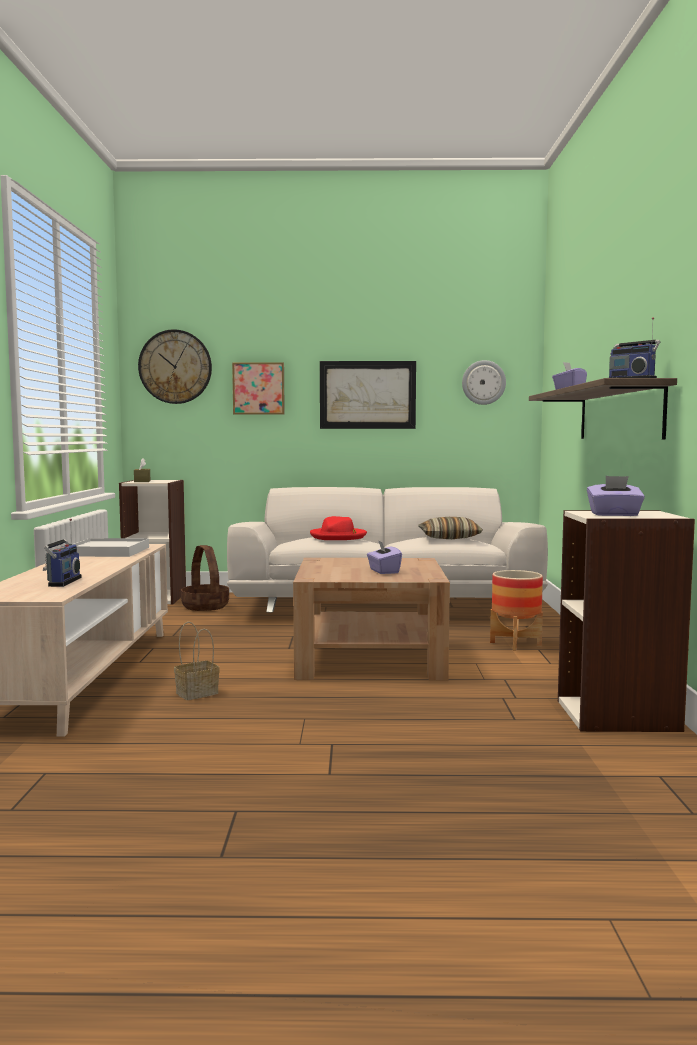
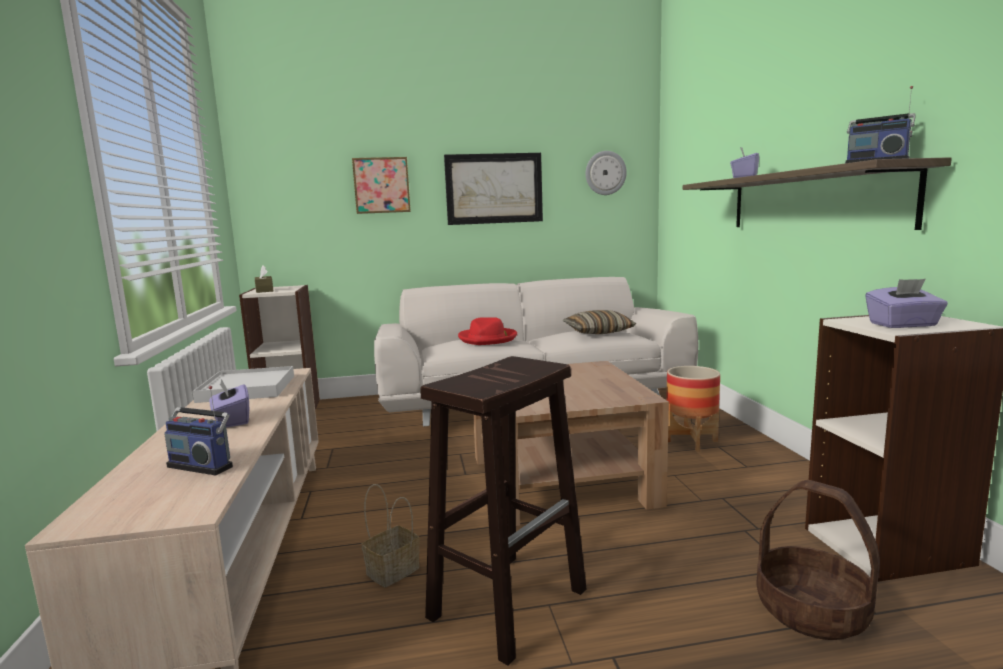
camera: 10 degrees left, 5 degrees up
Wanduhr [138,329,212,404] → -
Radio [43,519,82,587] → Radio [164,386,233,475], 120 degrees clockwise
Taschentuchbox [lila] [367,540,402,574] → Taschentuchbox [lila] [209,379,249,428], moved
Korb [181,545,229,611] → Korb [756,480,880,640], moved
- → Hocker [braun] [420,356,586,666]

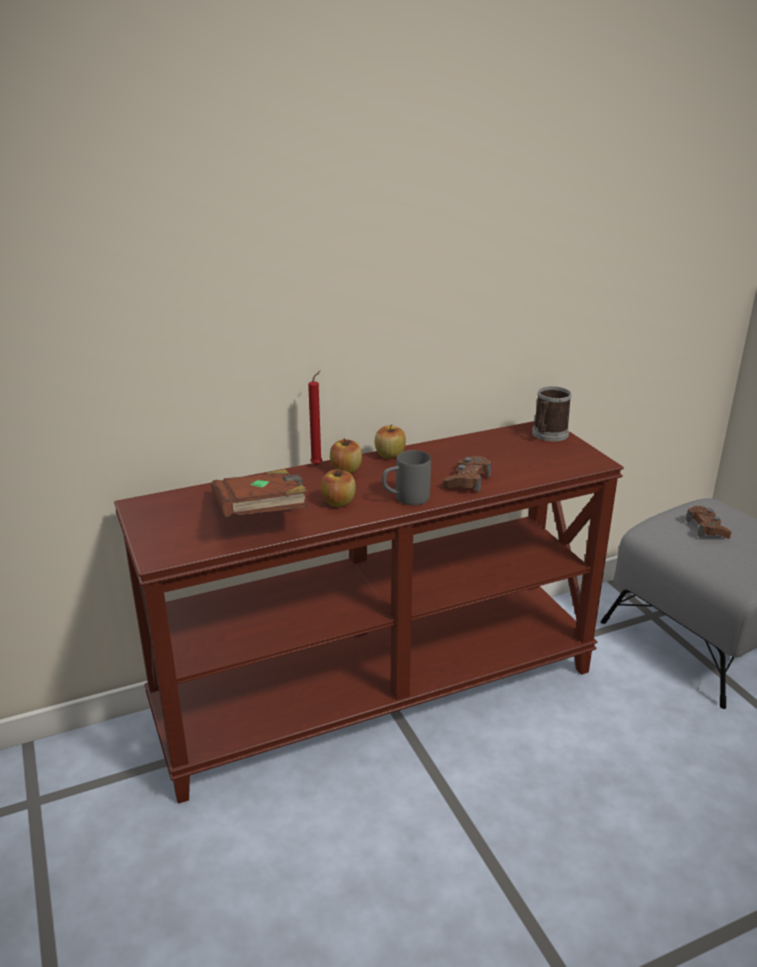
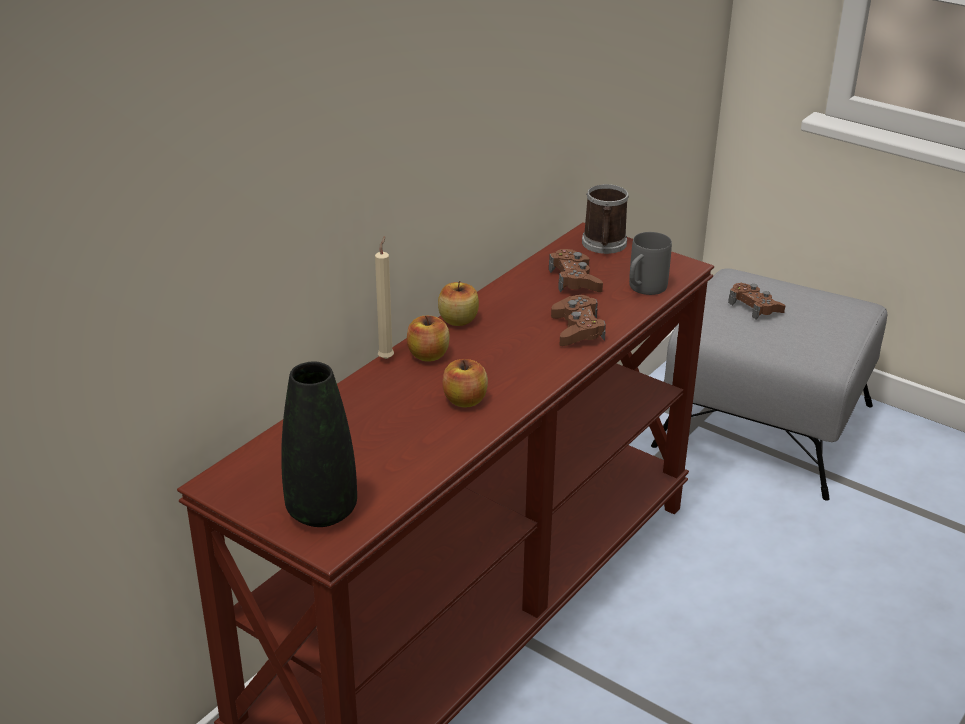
camera: 30 degrees left, 5 degrees up
Kerze [rot] [308,371,322,465] → Kerze [beige] [375,236,394,359]
Henkelbecher [grau] [382,450,431,505] → Henkelbecher [grau] [629,232,672,295], moved
Buch [braun] [211,469,308,517] → -
- → Gamepad [braun] [549,249,603,292]
- → Vase [schwarz] [281,362,357,527]

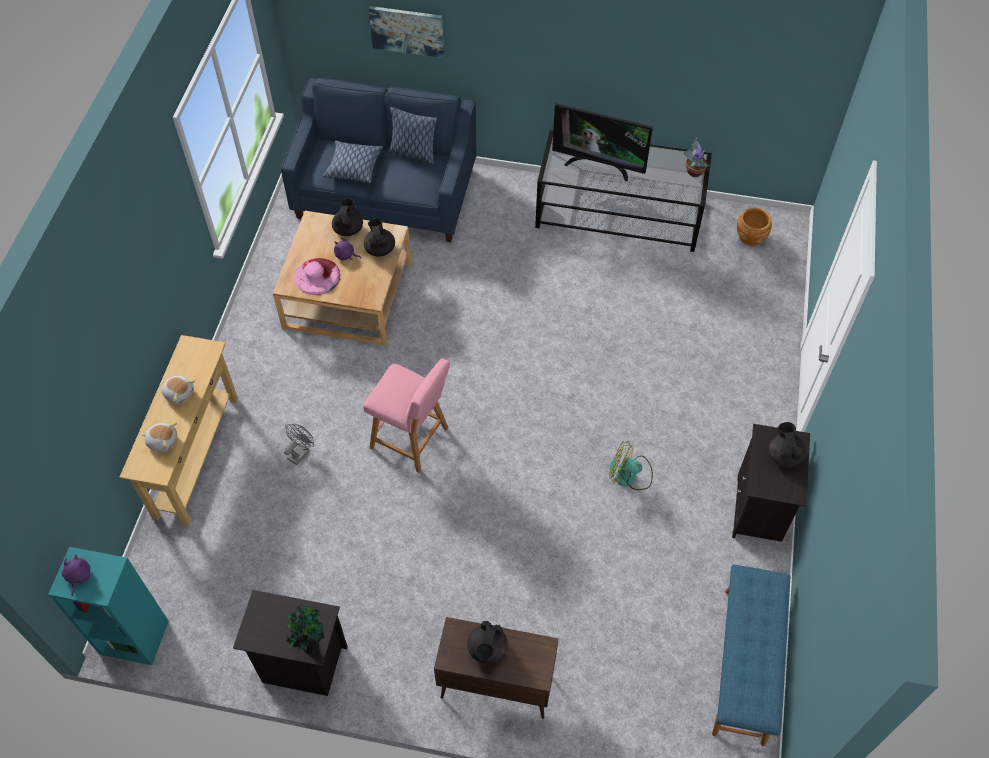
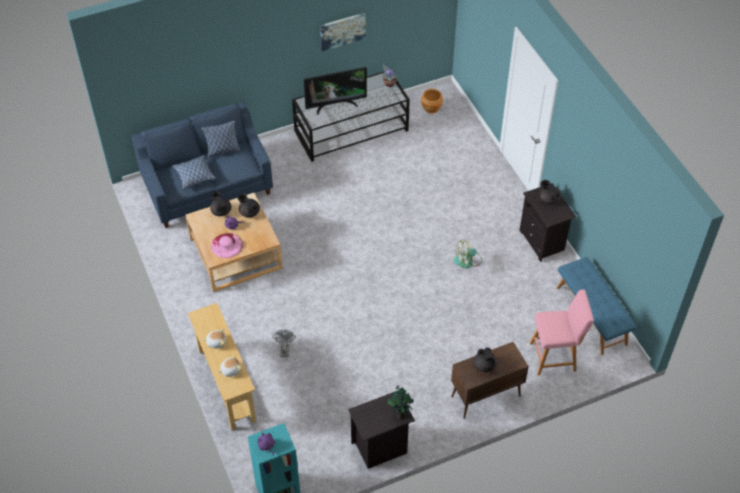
camera: 35 degrees left, 5 degrees down
Bild [369,6,444,58] → Bild [320,13,366,51], moved
Hocker [rosa] [363,359,450,473] → Hocker [rosa] [530,289,594,375], moved

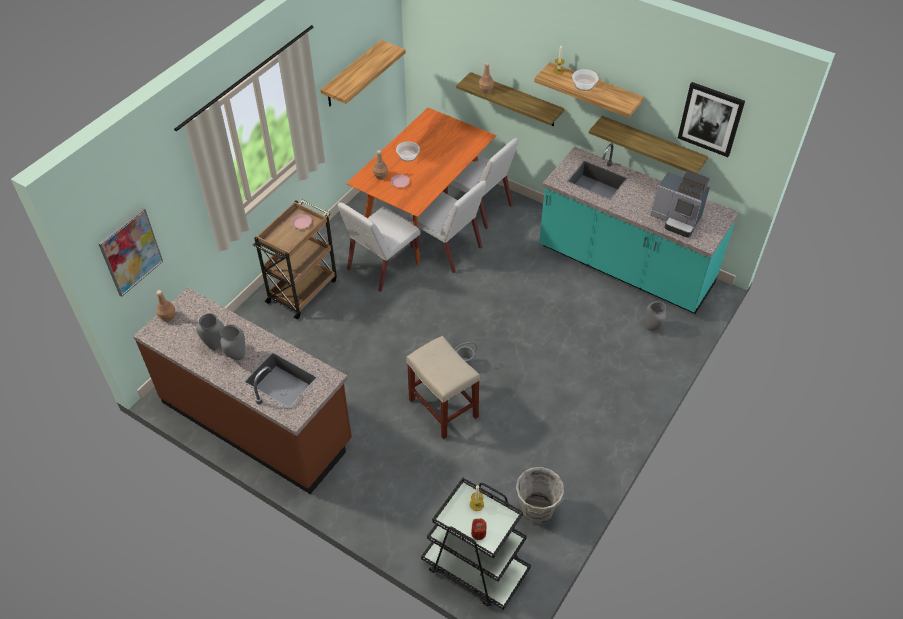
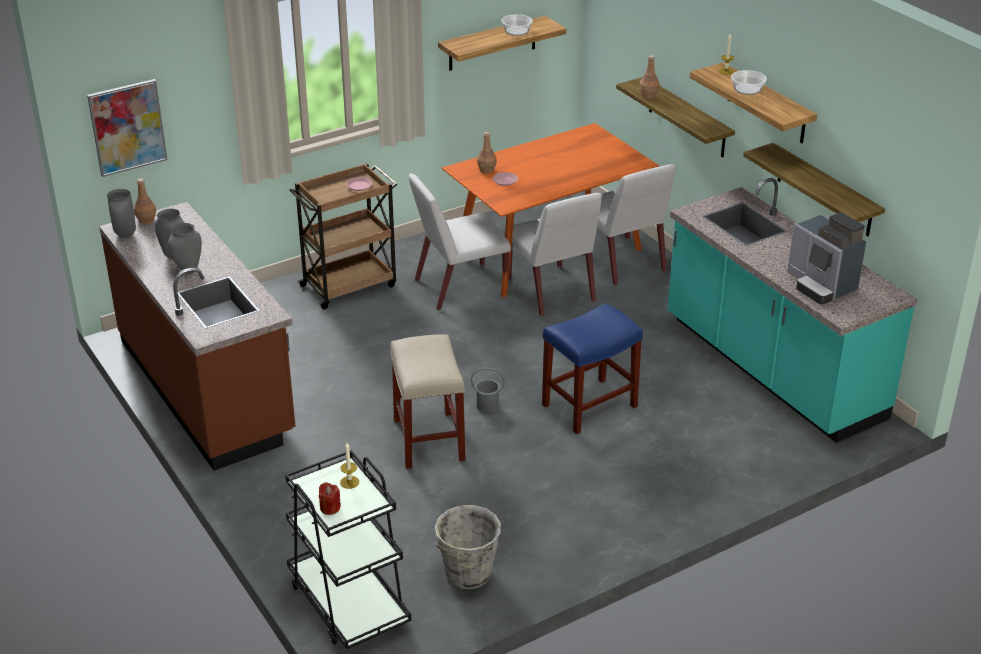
camera: 25 degrees right, 15 degrees down
Bild [678,82,745,157] → -
Schüssel [396,141,420,162] → Schüssel [501,14,533,36], moved
Vase [grau] [646,301,666,331] → Vase [grau] [107,189,136,238], moved
- → Hocker [blau] [542,303,643,434]

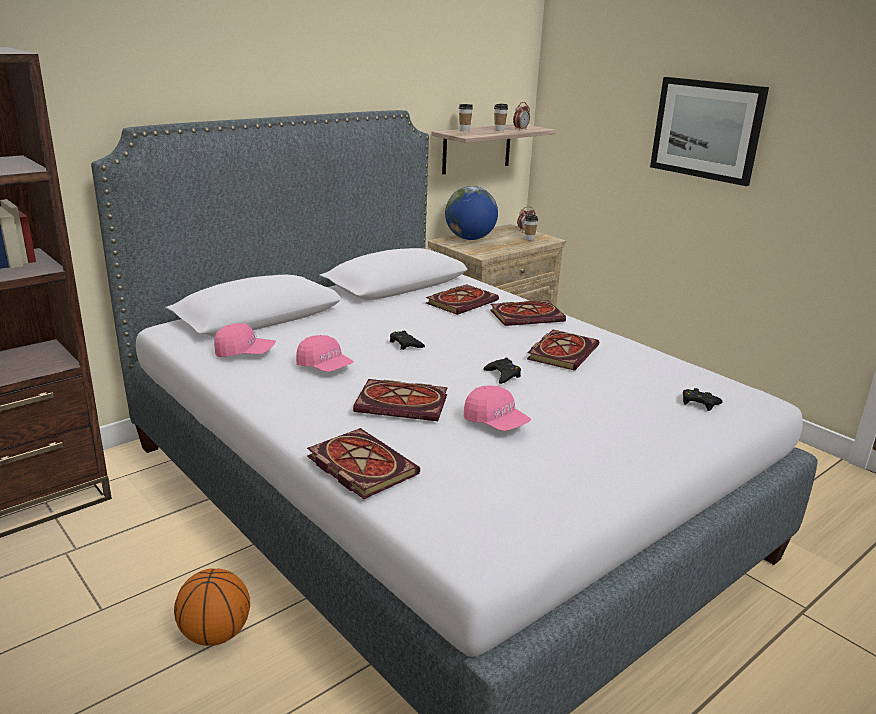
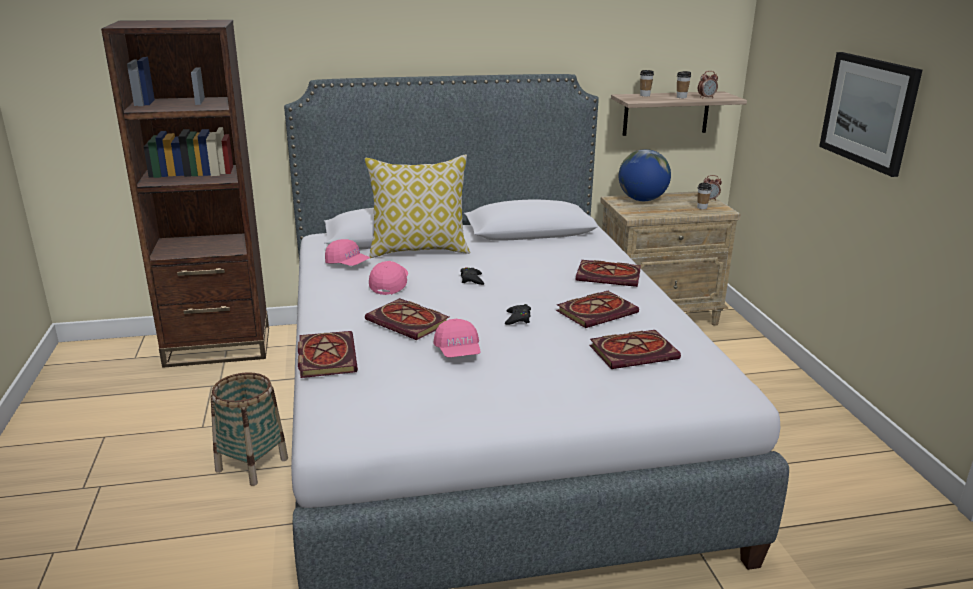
camera: 30 degrees right, 0 degrees up
Buch [426,284,499,315] → Buch [589,330,681,369], moved
Kappe [rosa] [296,335,353,372] → Kappe [rosa] [369,261,408,295], 150 degrees counterclockwise
Gamepad [schwarz] [683,388,723,411] → -
Basketball [174,569,250,646] → Korb [211,372,288,486]
- → Kissen [365,154,470,258]

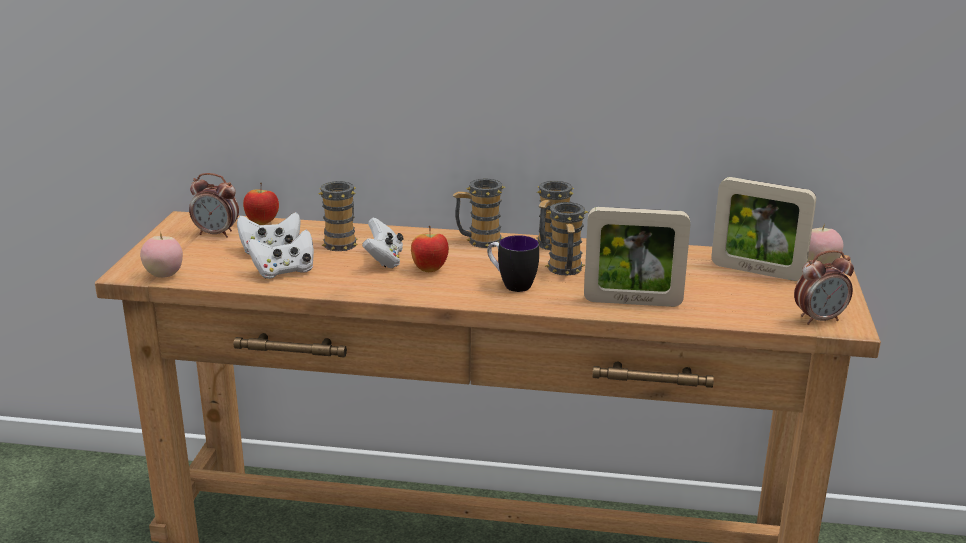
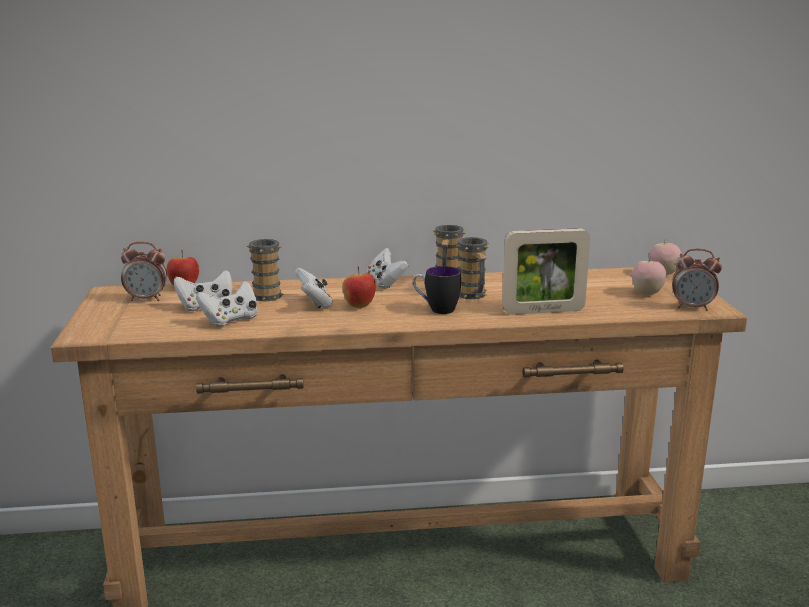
camera: 15 degrees left, 5 degrees down
Bilderrahmen [711,177,816,281] → -
Henkelbecher [453,179,505,248] → Gamepad [weiß] [366,248,409,289]
Apfel [140,232,183,278] → Apfel [632,258,667,295], moved
Wecker [794,250,854,325] → Wecker [672,249,722,311], 45 degrees clockwise

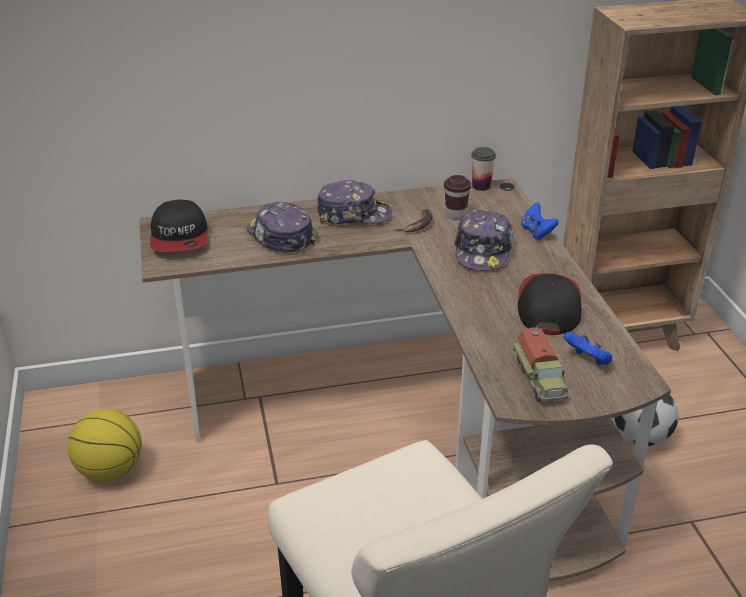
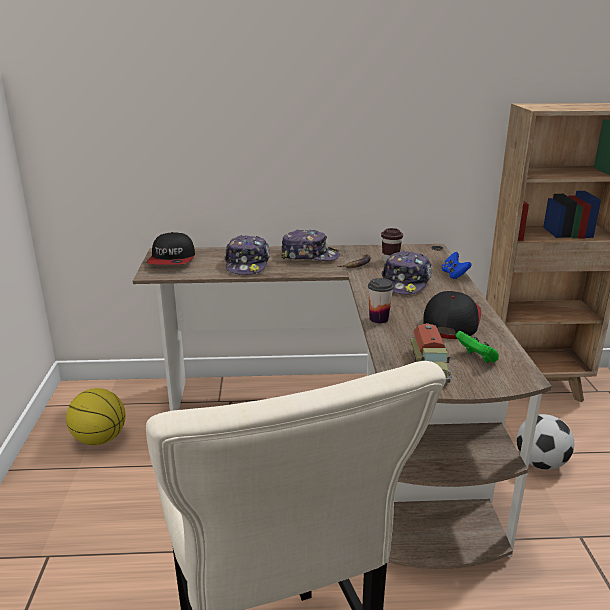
camera: 10 degrees right, 10 degrees down
Tasse [471,147,496,191] → Tasse [368,278,394,323], moved
Kappe [247,202,315,253] → Kappe [224,235,270,275], 150 degrees counterclockwise
Gamepad [blau] [564,332,612,366] → Gamepad [grün] [456,331,499,363]

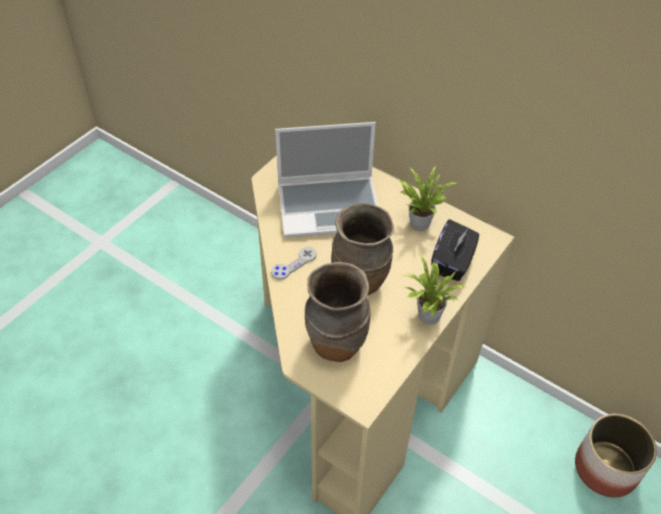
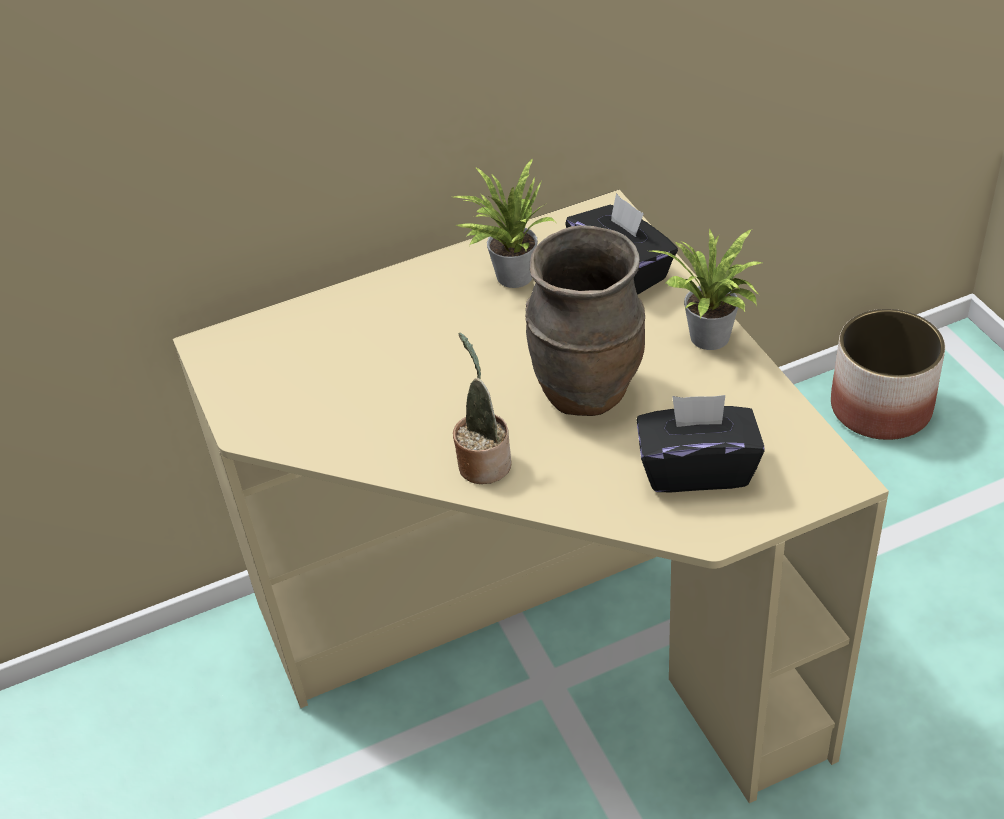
camera: 55 degrees left, 5 degrees down
Laptop [275,122,378,238] → -
Gamepad [grau] [271,247,317,280] → Topfpflanze [453,333,512,484]
Vase [braun] [305,262,371,362] → Taschentuchbox [schwarz] [637,395,765,492]

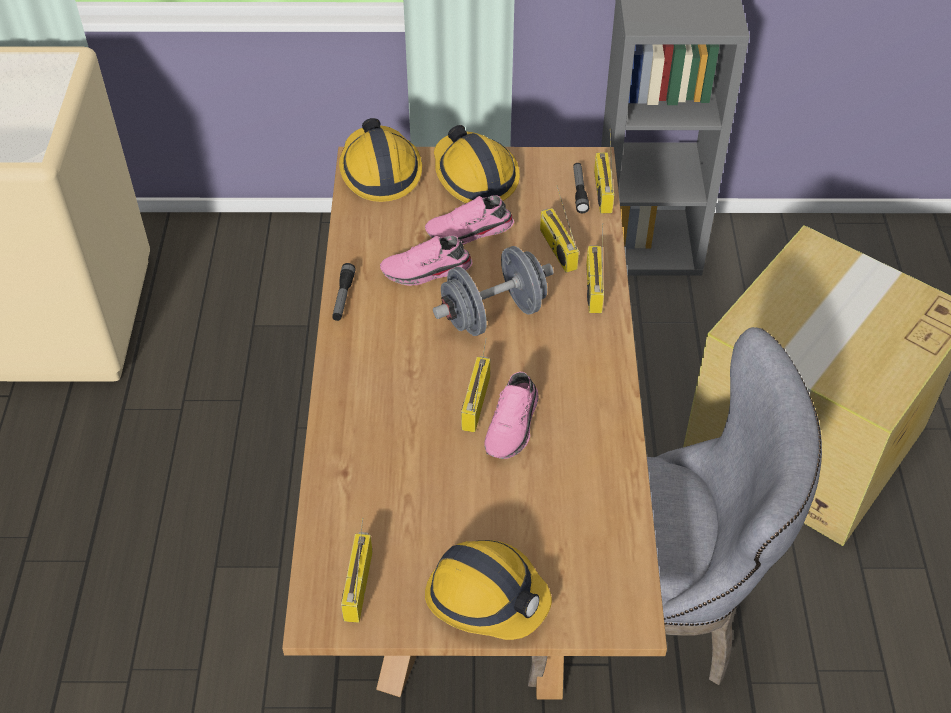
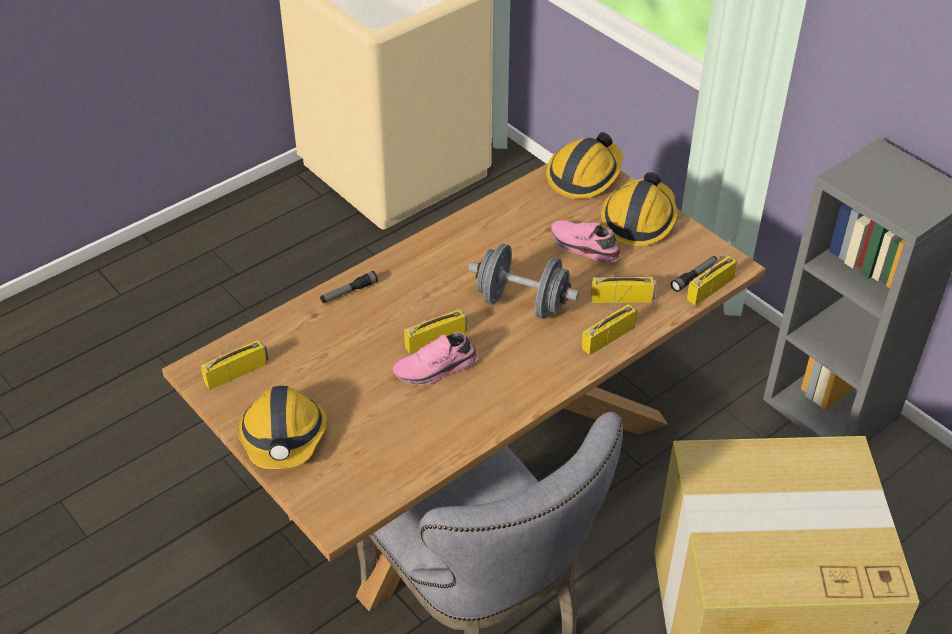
camera: 50 degrees right, 5 degrees down
Radio [540,185,579,273] → Radio [591,256,657,303], 60 degrees clockwise
Schuh [rosa] [380,236,473,286] → -
Taschenlampe [332,263,356,321] → Taschenlampe [320,271,378,303], moved

